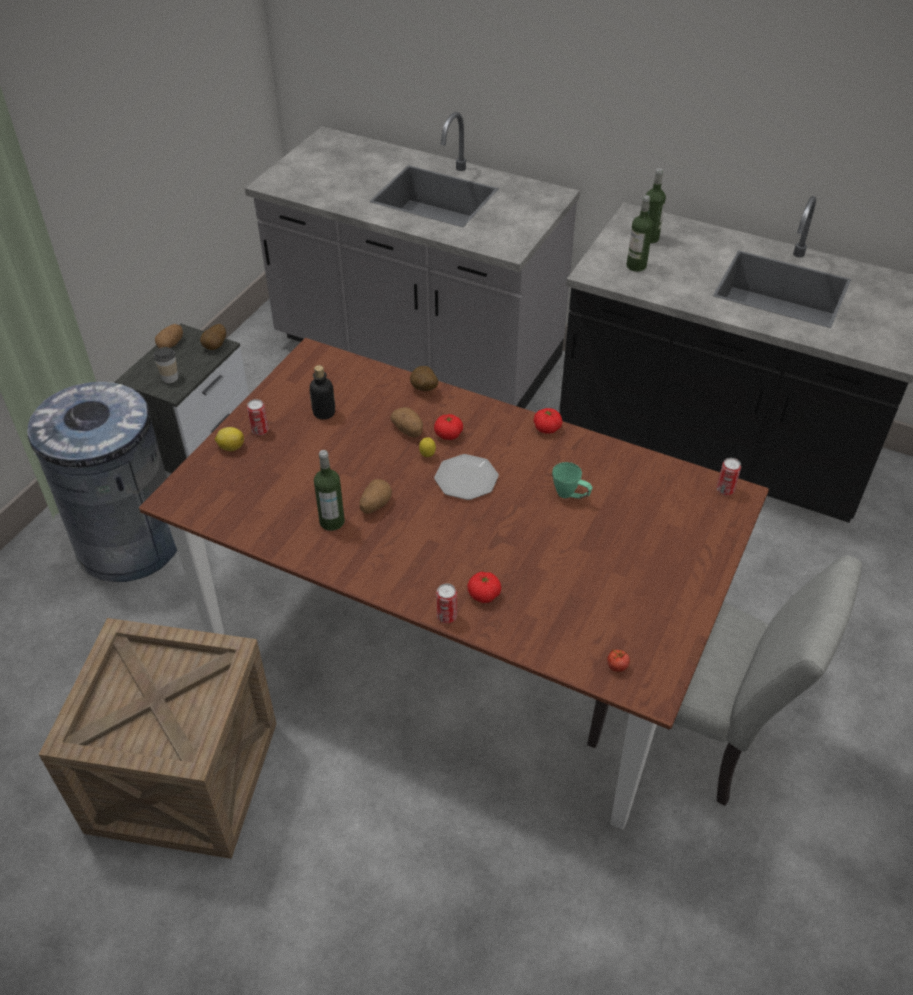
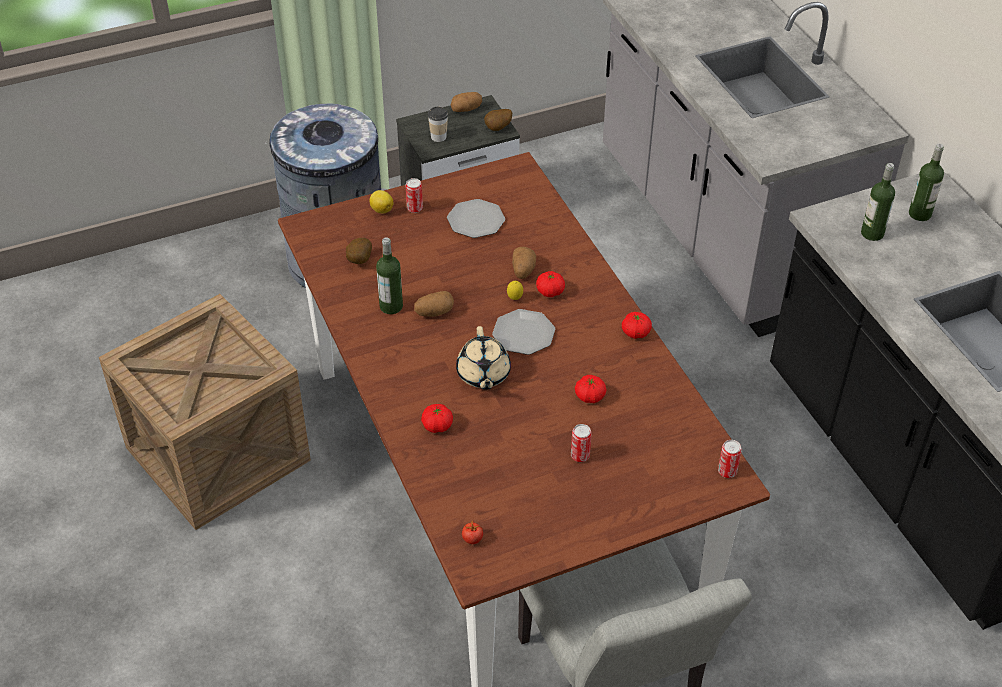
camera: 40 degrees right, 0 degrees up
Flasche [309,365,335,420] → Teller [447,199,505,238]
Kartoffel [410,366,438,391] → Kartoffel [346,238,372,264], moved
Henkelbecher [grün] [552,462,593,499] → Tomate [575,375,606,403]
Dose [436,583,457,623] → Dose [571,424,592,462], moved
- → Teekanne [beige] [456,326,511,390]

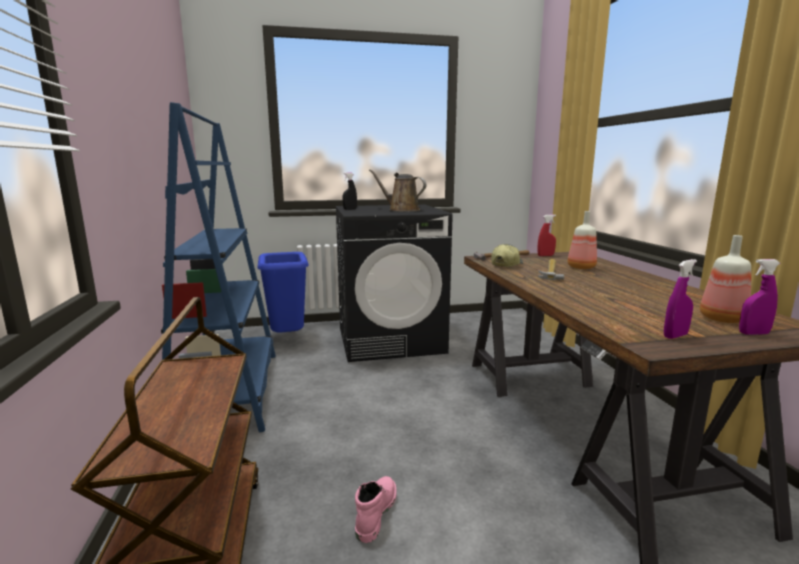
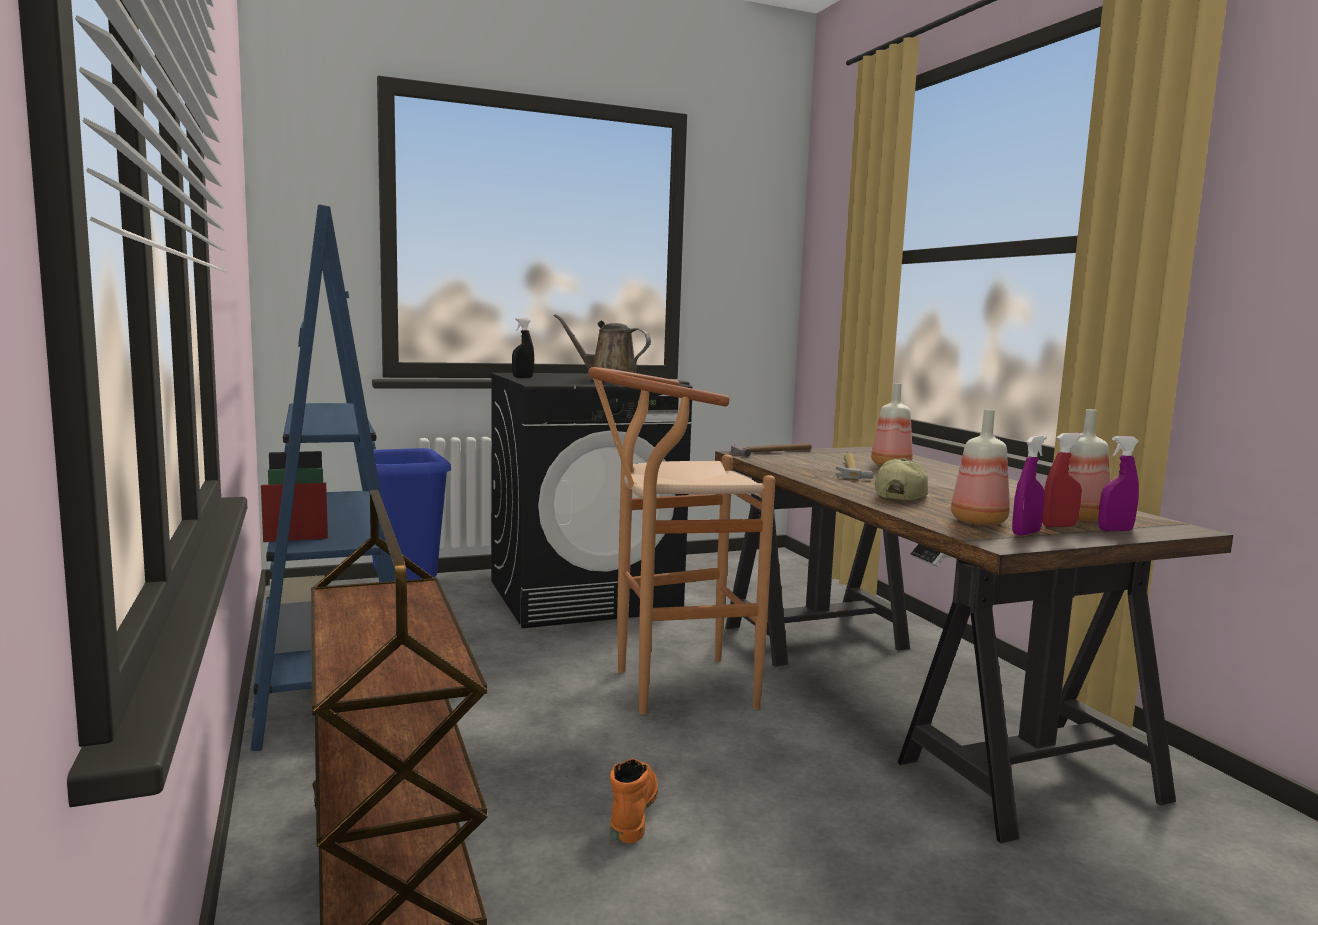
camera: 10 degrees left, 5 degrees down
Sprühflasche [rot] [537,214,556,256] → Sprühflasche [rot] [1042,433,1084,527], moved
Kappe [491,244,523,267] → Kappe [875,459,928,500], moved
Stiefel [rosa] [355,476,397,543] → Stiefel [orange] [610,758,658,843]
- → Hocker [braun] [588,367,775,714]
- → Flasche [951,409,1010,525]

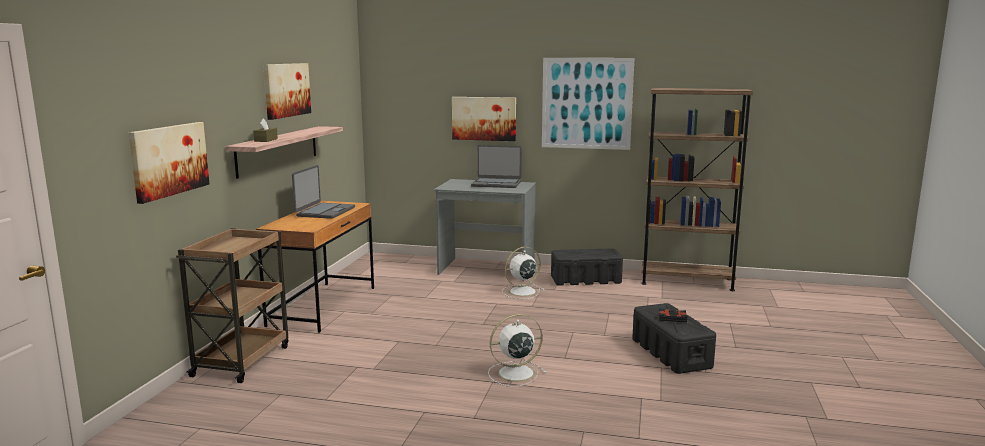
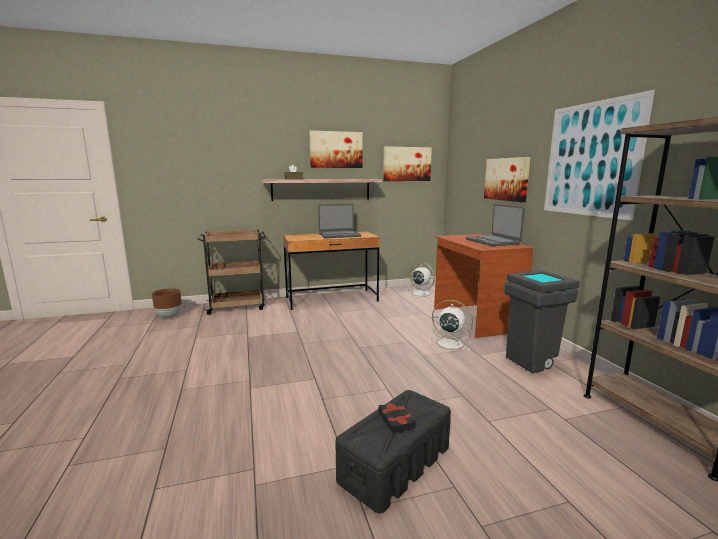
camera: 60 degrees right, 0 degrees up
Bild [128,122,209,204] → Bild [383,146,432,181], moved
Schreibtisch [grau] [434,179,536,281] → Schreibtisch [braun] [434,234,534,338]
Aufbewahrungsbox [schwarz] [551,248,623,286] → Mülleimer [grau] [504,270,580,373]
Ventilator [weiß] [488,314,547,387] → Ventilator [weiß] [406,262,435,298], moved
- → Pflanzkübel [braun] [152,288,182,318]

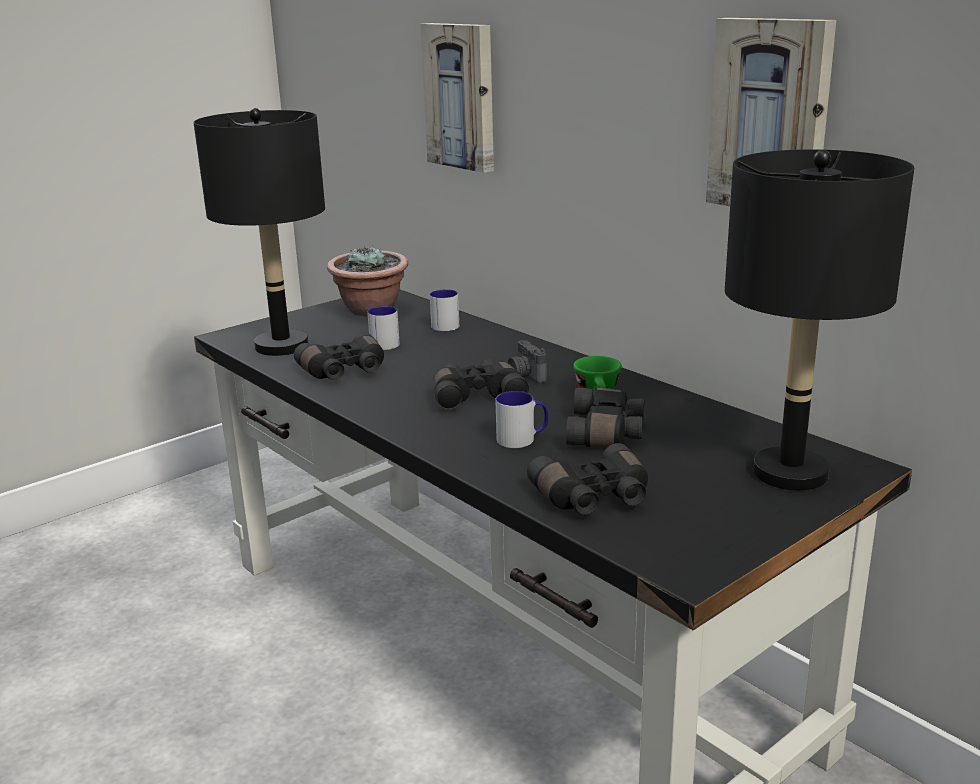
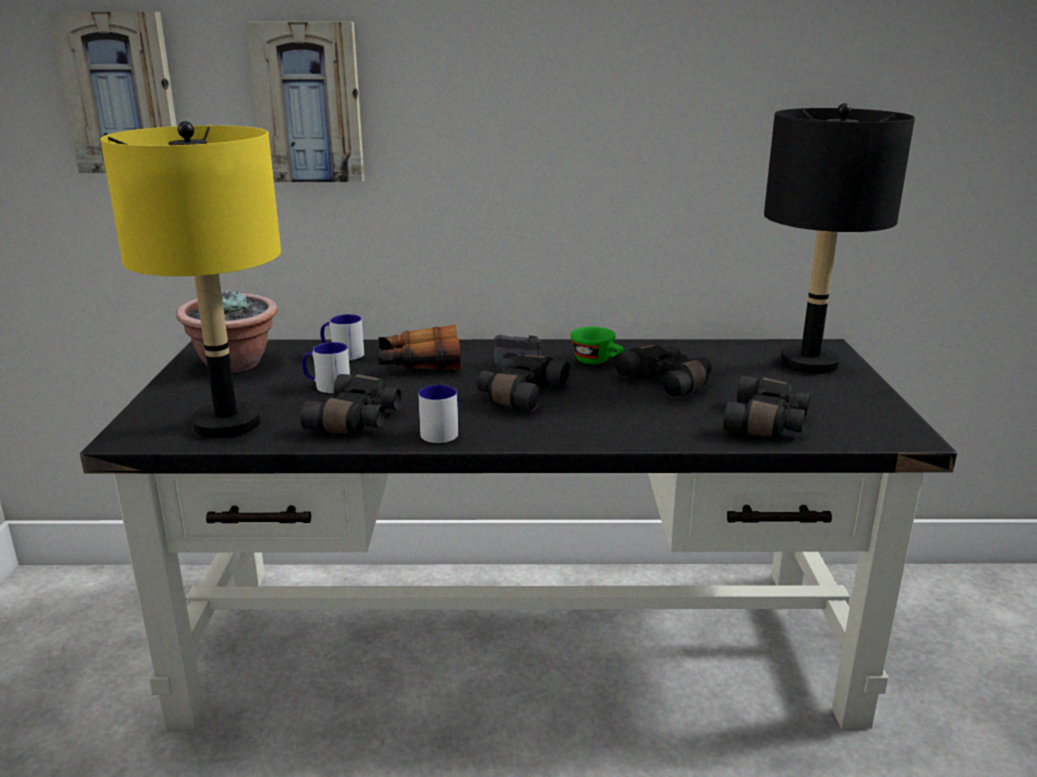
camera: 50 degrees left, 0 degrees up
Bild [706,18,836,207] → Bild [48,12,177,173], moved
Tischlampe [schwarz] [193,108,325,356] → Tischlampe [gelb] [100,121,281,438]
Henkelbecher [495,391,548,448] → Henkelbecher [418,385,459,443], moved
- → Fernglas [378,325,461,370]

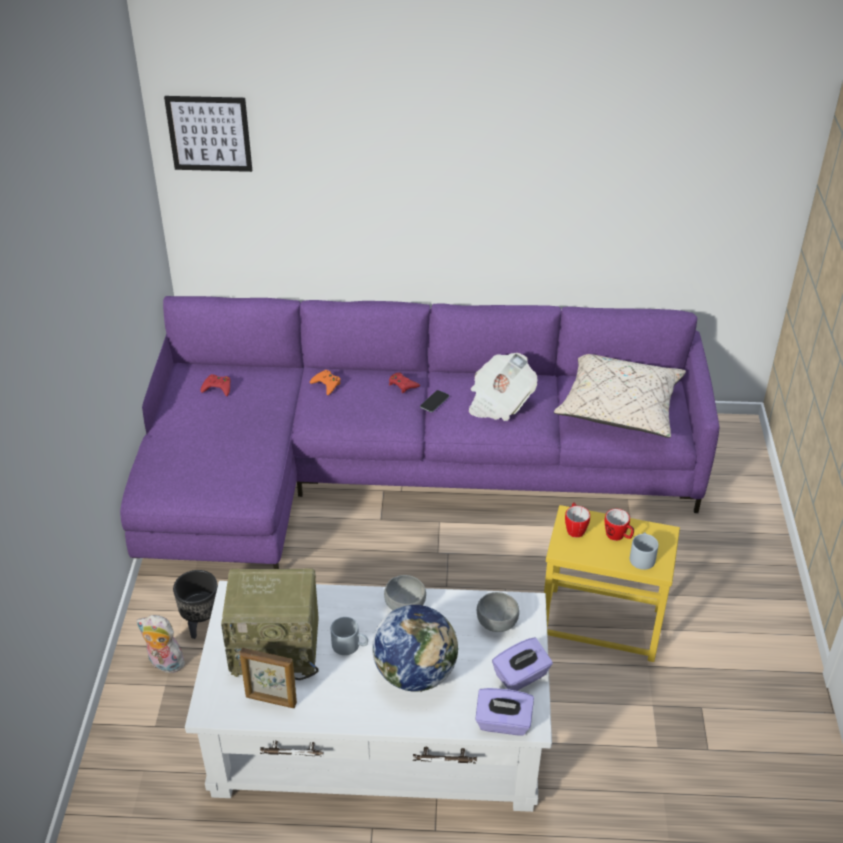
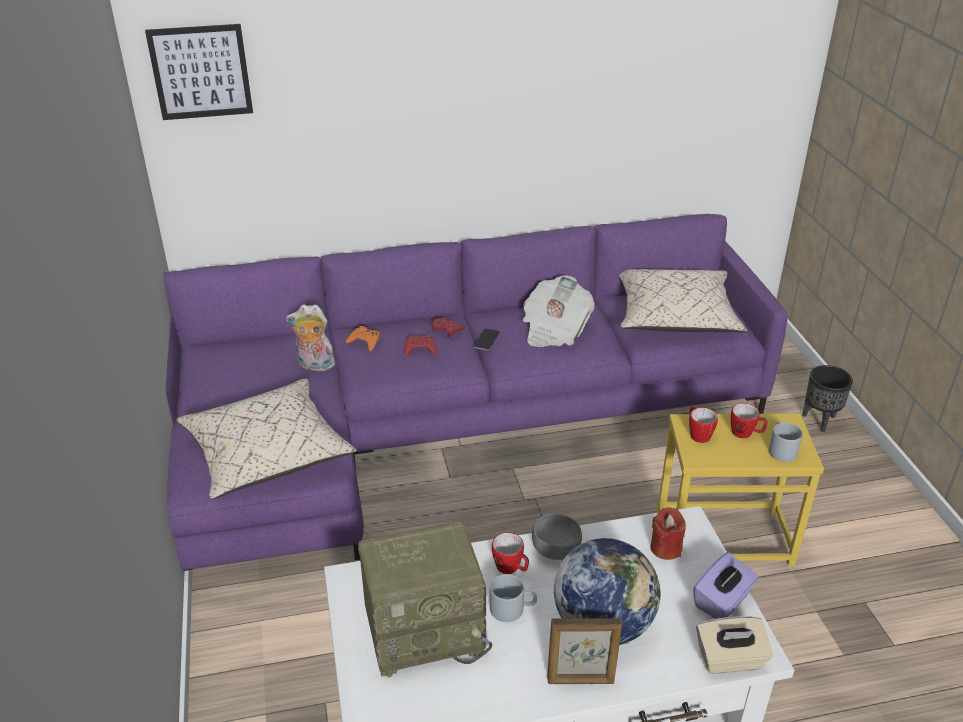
camera: 15 degrees left, 5 degrees down
Gamepad [rot] [200,374,231,396] → Gamepad [rot] [403,335,437,356], moved
Pflanzkübel [schwarz] [173,570,218,639] → Pflanzkübel [schwarz] [803,365,853,432], moved
Schüssel [grau] [477,592,519,632] → Kerze [rot] [651,507,686,560]
Plüschtier [136,615,185,673] → Plüschtier [286,304,335,371], moved
Bilderrahmen [240,648,297,708] → Bilderrahmen [547,618,622,684], moved
Taschentuchbox [lila] [475,688,534,736] → Taschentuchbox [beige] [696,616,773,674]
- → Kissen [beige] [176,379,357,499]
- → Henkelbecher [492,533,529,574]

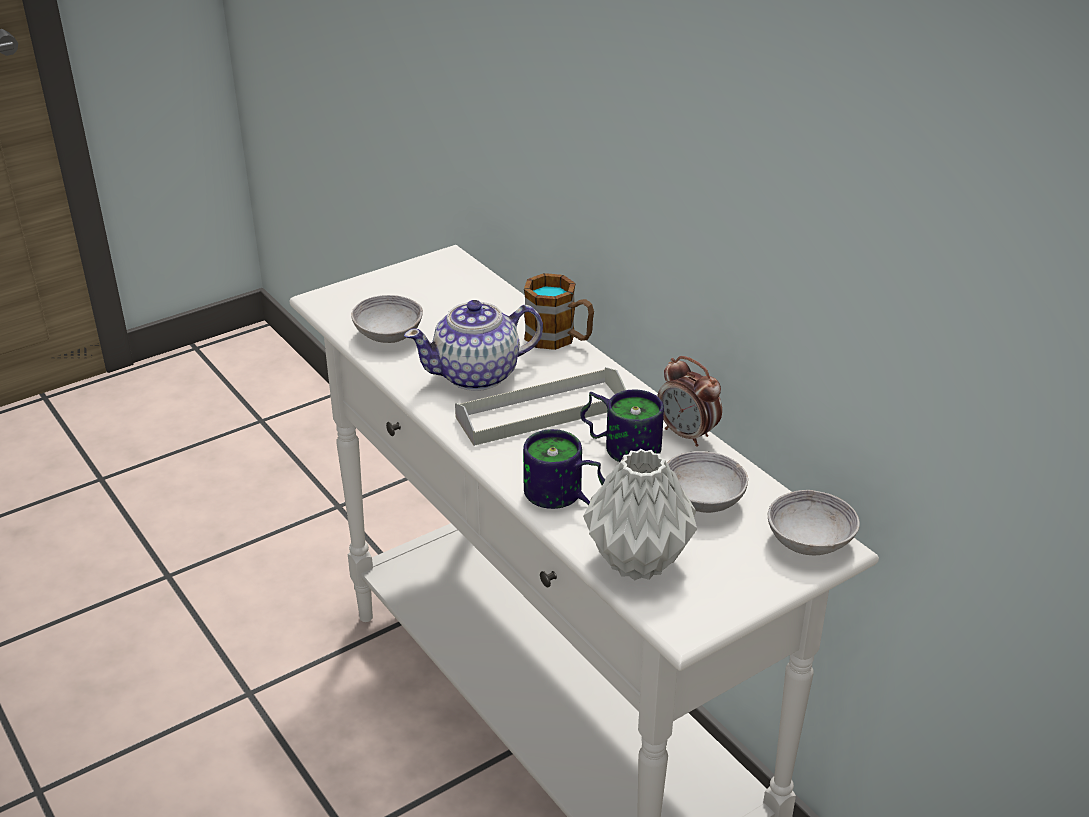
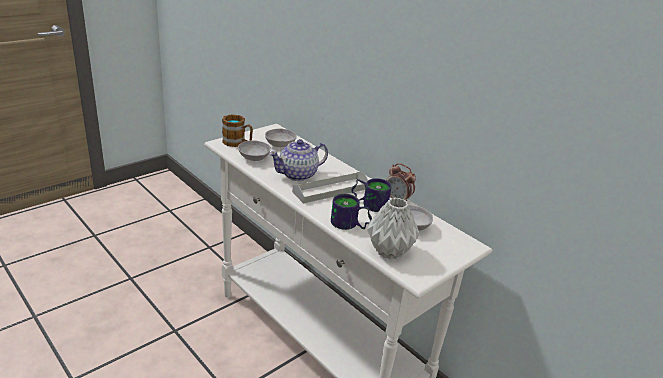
camera: 10 degrees left, 5 degrees down
Henkelbecher [524,273,594,350] → Henkelbecher [222,114,253,147], moved
Schüssel [grau] [768,490,860,555] → Schüssel [grau] [265,128,297,147], moved

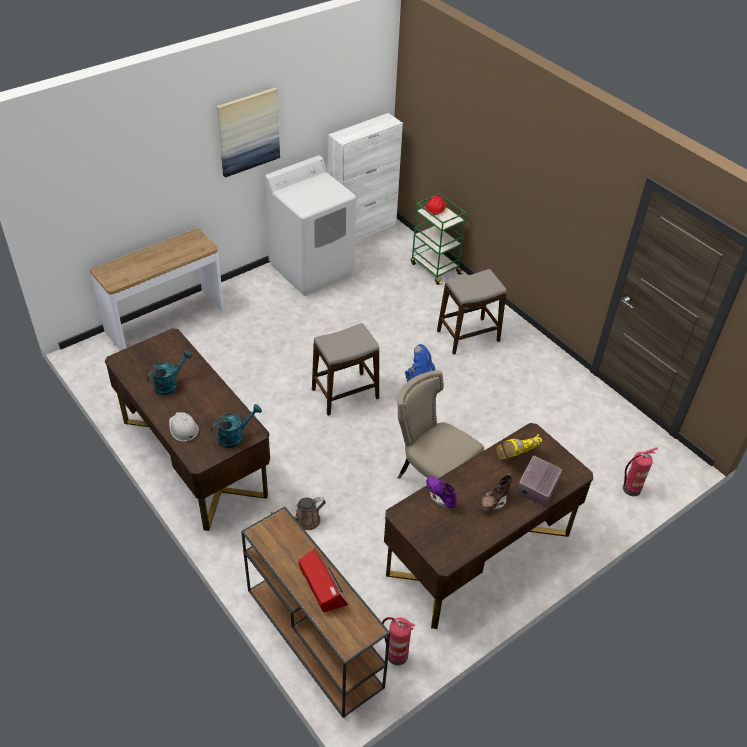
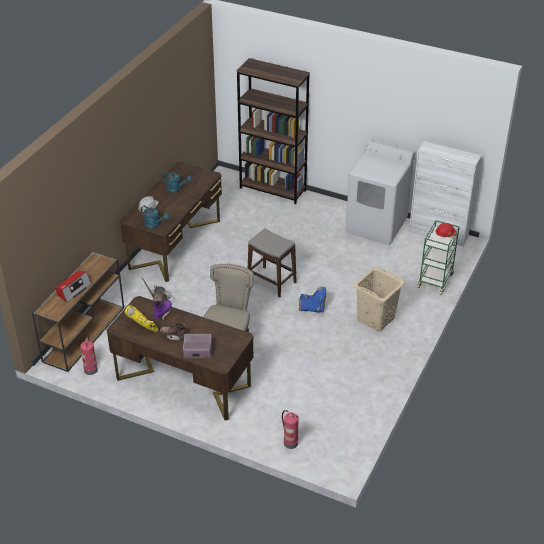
camera: 65 degrees right, 5 degrees down
Bild [217,88,280,177] → -
Konsolentisch [90,228,224,351] → Bücherregal [braun] [236,58,310,204]
Hocker [437,269,507,354] → Wäschekorb [beige] [353,267,405,331]
Stiefel [gelb] [497,434,542,459] → Stiefel [gelb] [125,305,159,332], moved

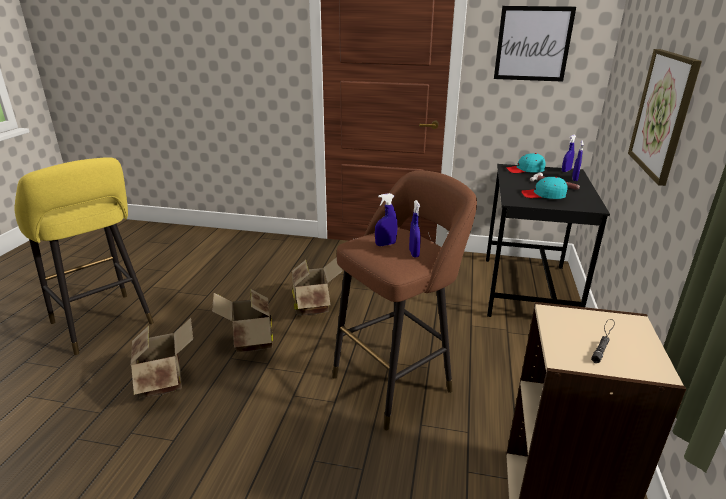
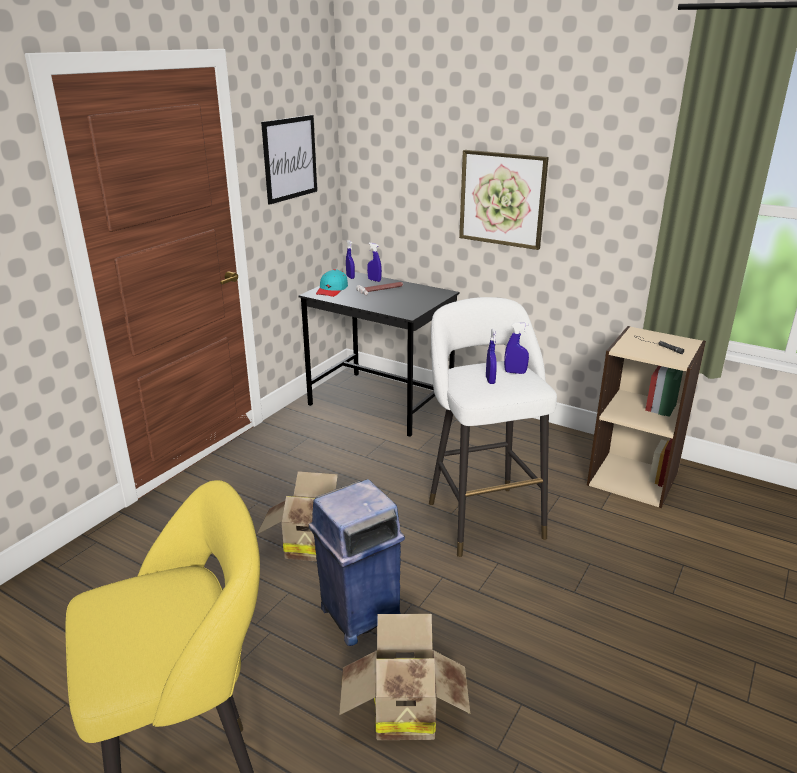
camera: 70 degrees left, 0 degrees up
Hocker [braun] [332,170,477,430] → Hocker [weiß] [429,297,557,557]
Kappe [türkis] [521,177,568,199] → -
Karton [212,288,273,352] → Mülleimer [blau] [309,479,405,646]

